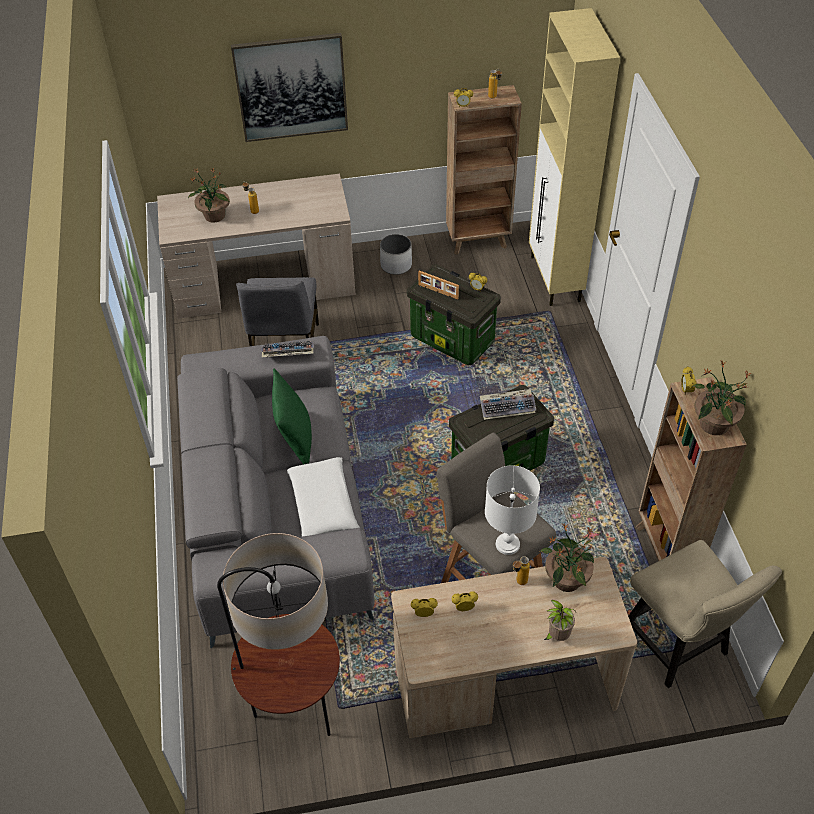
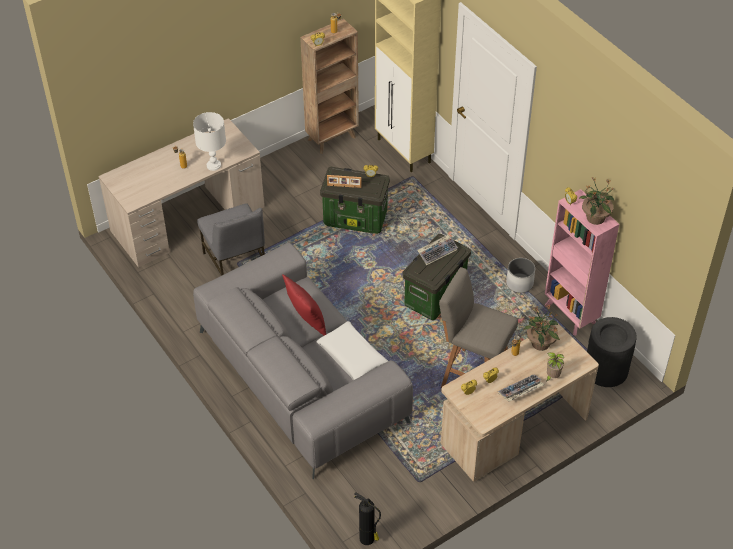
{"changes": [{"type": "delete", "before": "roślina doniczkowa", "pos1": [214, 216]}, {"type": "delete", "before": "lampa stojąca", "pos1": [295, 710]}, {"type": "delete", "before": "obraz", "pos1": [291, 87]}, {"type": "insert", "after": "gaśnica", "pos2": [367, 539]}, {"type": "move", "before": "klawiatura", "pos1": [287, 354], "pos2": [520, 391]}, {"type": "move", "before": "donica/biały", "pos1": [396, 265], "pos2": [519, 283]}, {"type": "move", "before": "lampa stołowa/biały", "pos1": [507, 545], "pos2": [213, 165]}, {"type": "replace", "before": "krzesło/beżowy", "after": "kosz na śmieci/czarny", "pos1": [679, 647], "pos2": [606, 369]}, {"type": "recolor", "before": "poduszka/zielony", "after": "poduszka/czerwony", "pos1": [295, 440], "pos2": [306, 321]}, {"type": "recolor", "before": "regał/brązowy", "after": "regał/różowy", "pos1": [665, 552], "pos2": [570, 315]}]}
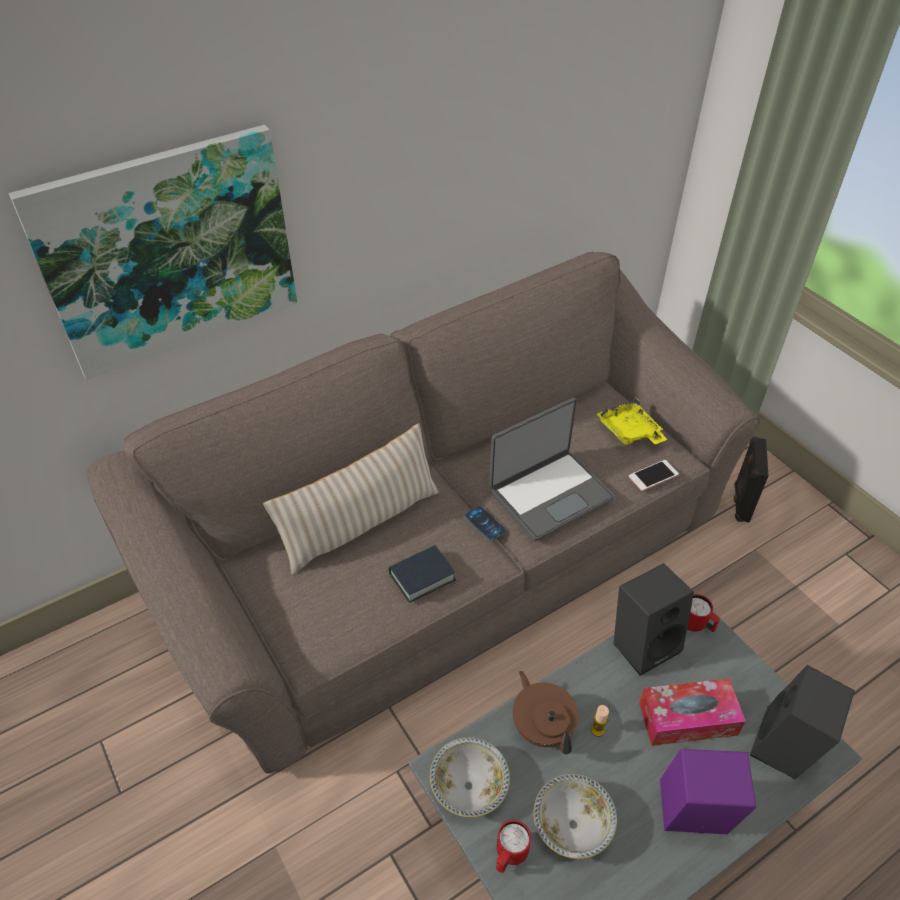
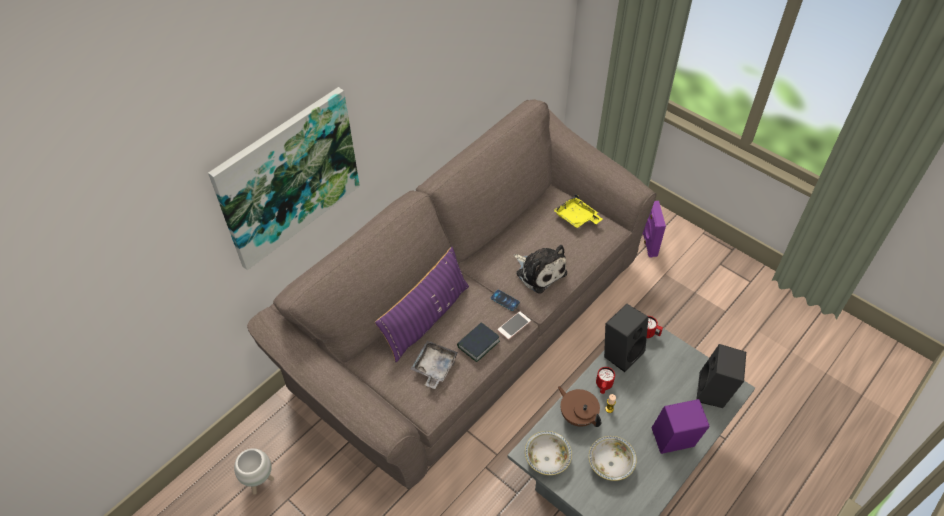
{"changes": [{"type": "delete", "before": "pudełko chusteczek", "pos1": [687, 718]}, {"type": "insert", "after": "donica/biały", "pos2": [260, 481]}, {"type": "insert", "after": "taca/szary", "pos2": [434, 367]}, {"type": "move", "before": "kubek/czerwony", "pos1": [509, 855], "pos2": [603, 386]}, {"type": "move", "before": "telefon", "pos1": [653, 476], "pos2": [514, 325]}, {"type": "replace", "before": "laptop", "after": "pluszak", "pos1": [549, 494], "pos2": [539, 271]}, {"type": "recolor", "before": "poduszka/beżowy", "after": "poduszka/fioletowy", "pos1": [360, 523], "pos2": [426, 319]}, {"type": "recolor", "before": "głośnik/czarny", "after": "głośnik/fioletowy", "pos1": [740, 503], "pos2": [648, 244]}]}
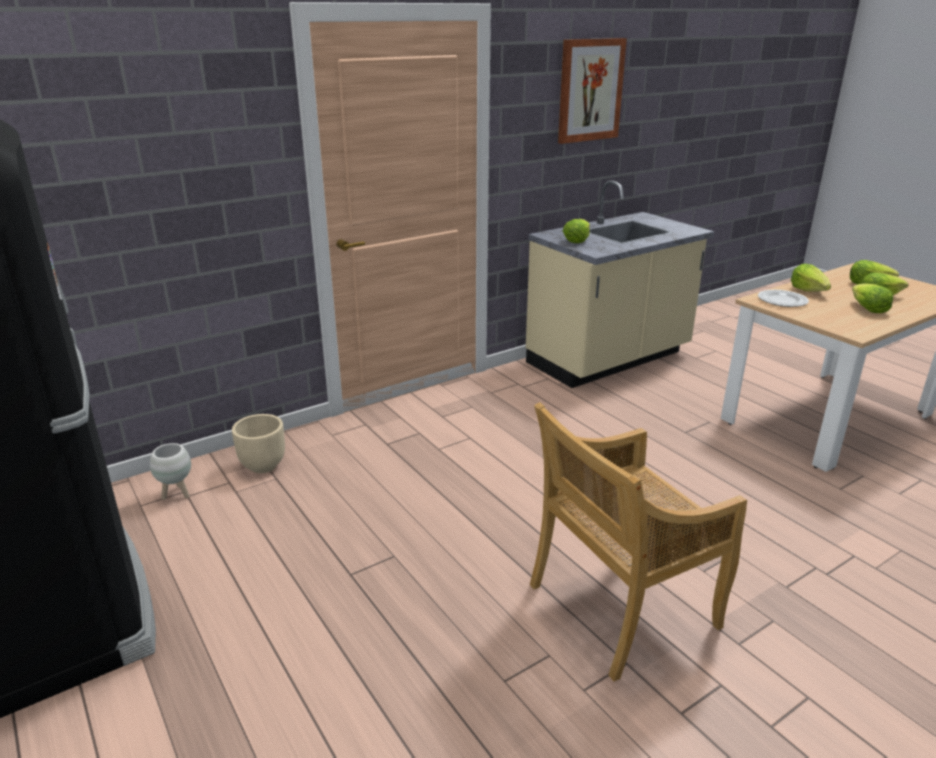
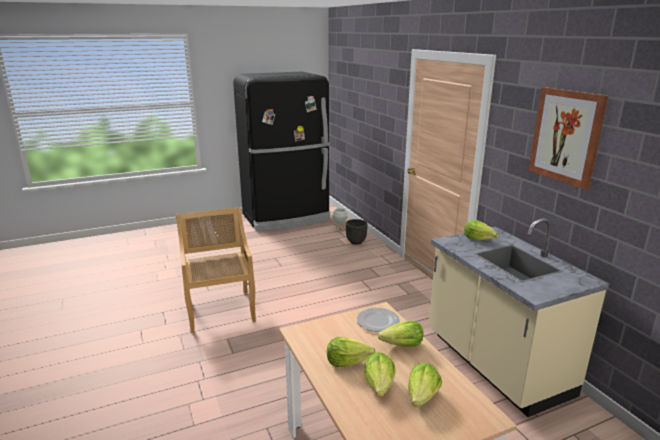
{"changes": [{"type": "recolor", "before": "donica/beżowy", "after": "donica/czarny", "pos1": [262, 466], "pos2": [356, 242]}]}
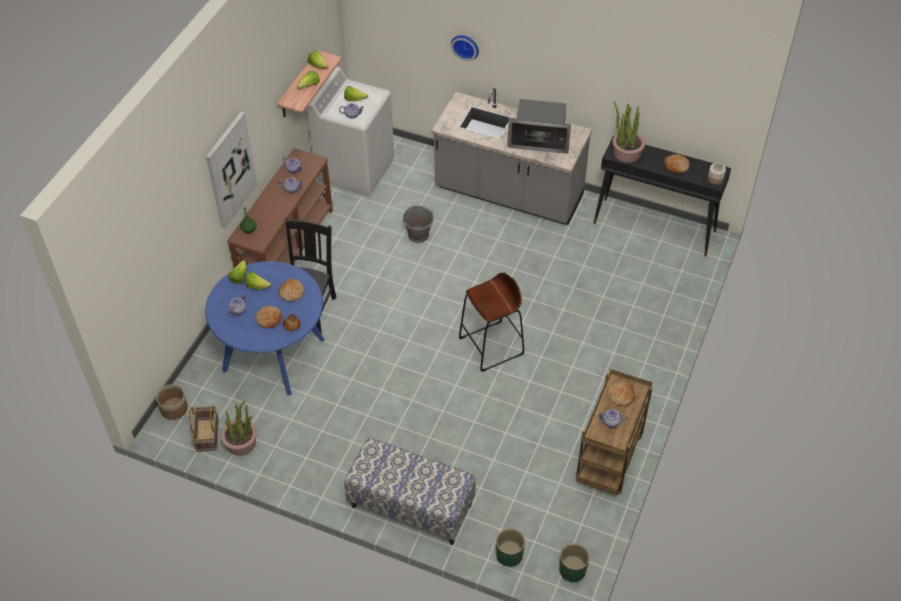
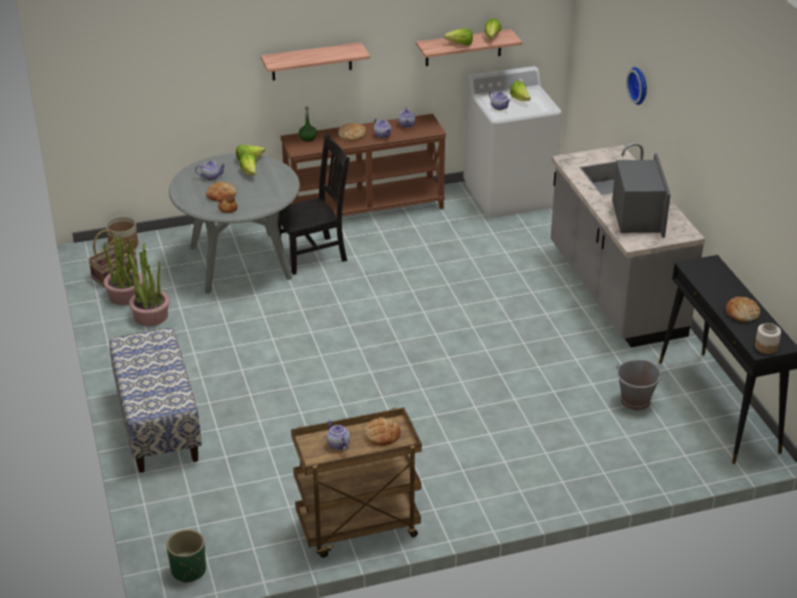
{"changes": [{"type": "delete", "before": "stołek/brązowy", "pos1": [491, 346]}, {"type": "delete", "before": "donica/zielony", "pos1": [509, 555]}, {"type": "move", "before": "chleb", "pos1": [291, 292], "pos2": [352, 134]}, {"type": "move", "before": "wiadro/szary", "pos1": [418, 235], "pos2": [635, 401]}, {"type": "move", "before": "roślina doniczkowa", "pos1": [626, 153], "pos2": [151, 316]}, {"type": "replace", "before": "obraz", "after": "półka", "pos1": [230, 170], "pos2": [311, 61]}, {"type": "recolor", "before": "stół jadalny/niebieski", "after": "stół jadalny/szary", "pos1": [273, 354], "pos2": [240, 262]}, {"type": "rotate", "before": "mikrofalówka", "pos1": [539, 139], "pos2": [637, 216], "turn": -150}]}
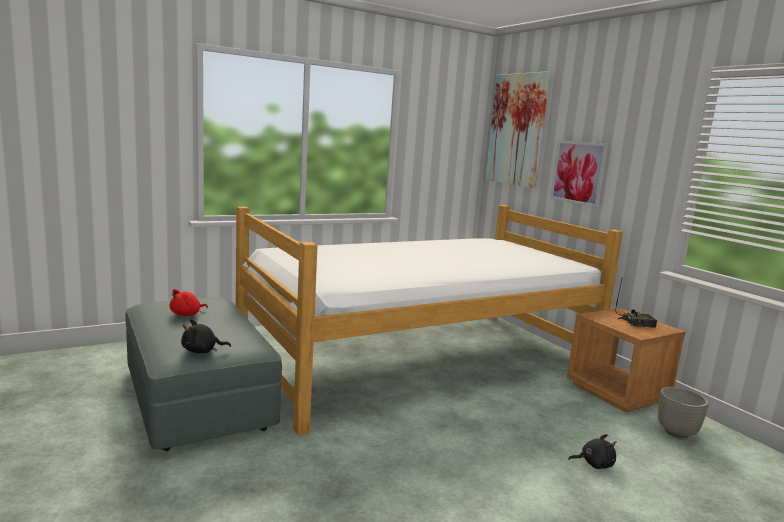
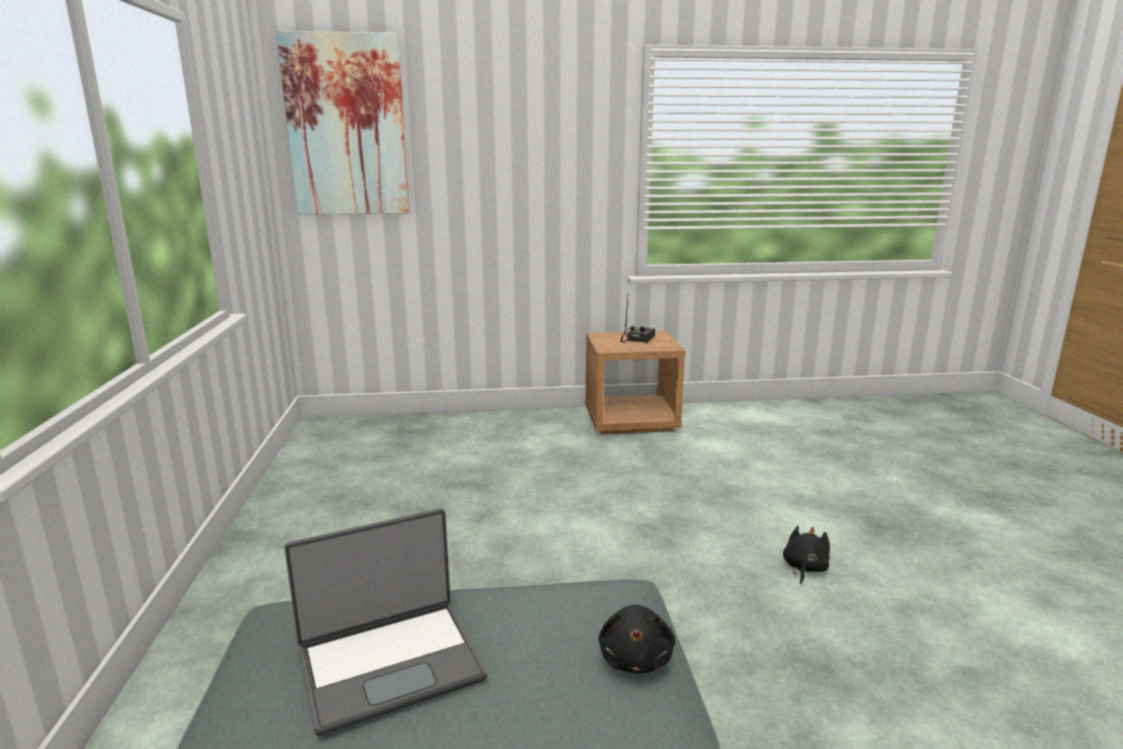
{"changes": [{"type": "delete", "before": "łóżko", "pos1": [422, 360]}, {"type": "delete", "before": "obraz", "pos1": [578, 172]}, {"type": "delete", "before": "donica/szary", "pos1": [676, 433]}, {"type": "move", "before": "pluszak/czarny", "pos1": [594, 464], "pos2": [804, 568]}, {"type": "replace", "before": "pluszak/czerwony", "after": "laptop", "pos1": [187, 314], "pos2": [390, 664]}]}
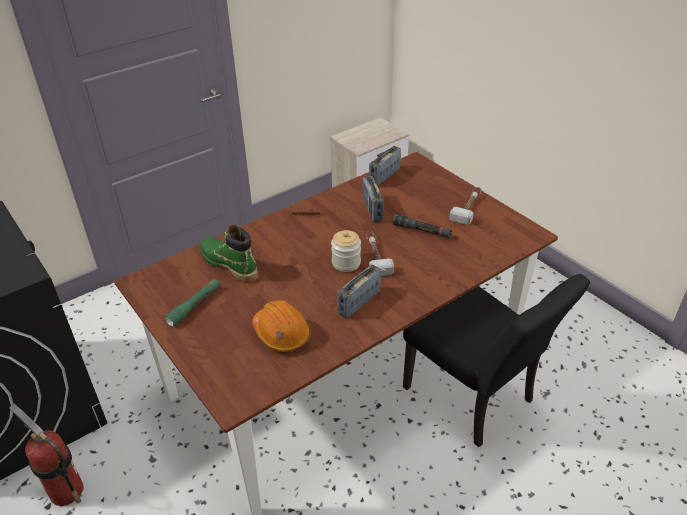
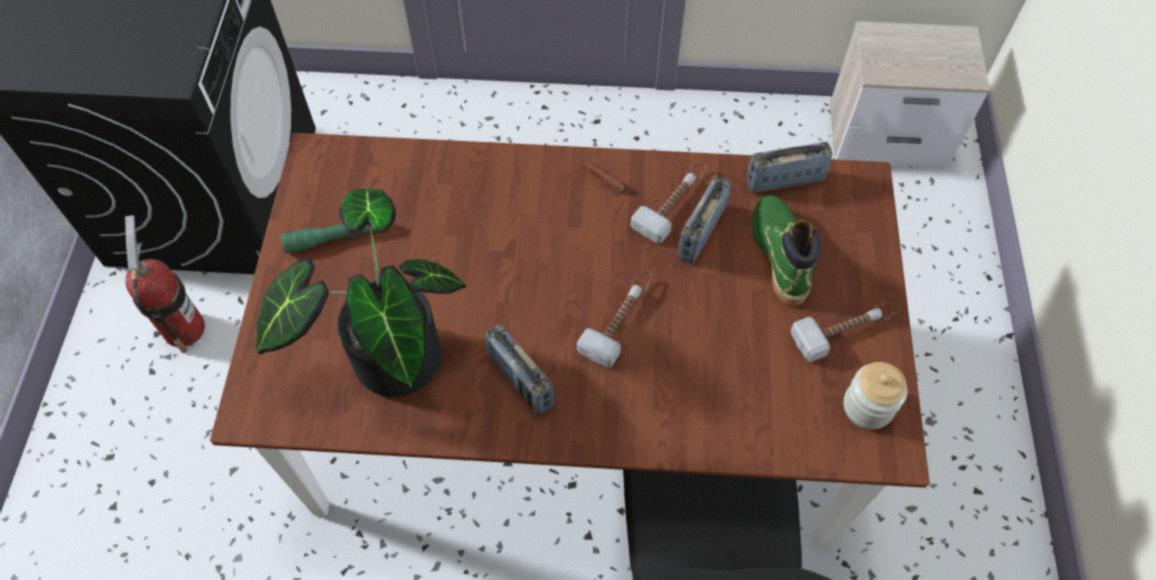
{"changes": [{"type": "delete", "before": "latarka/czarny", "pos1": [421, 231]}, {"type": "insert", "after": "młotek", "pos2": [673, 203]}, {"type": "move", "before": "but z cholewką/zielony", "pos1": [229, 264], "pos2": [780, 254]}, {"type": "move", "before": "słoik", "pos1": [346, 263], "pos2": [868, 406]}, {"type": "replace", "before": "kask/pomarańczowy", "after": "roślina doniczkowa", "pos1": [281, 333], "pos2": [387, 356]}, {"type": "rotate", "before": "radio", "pos1": [359, 303], "pos2": [520, 381], "turn": -120}]}
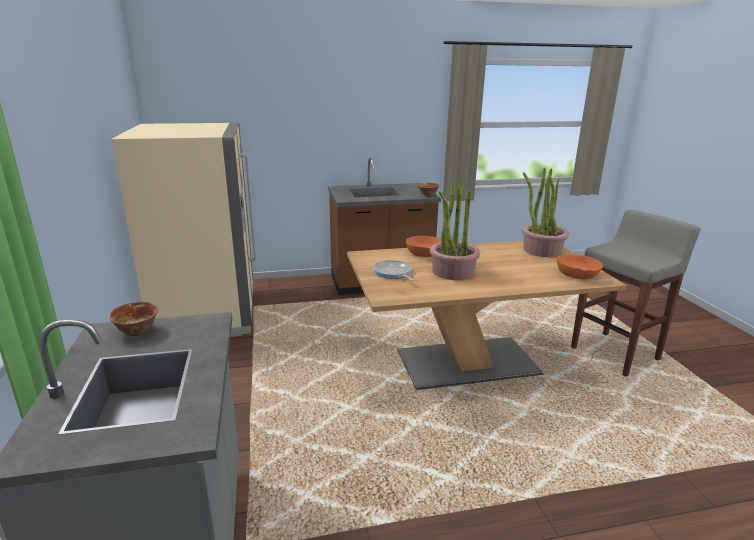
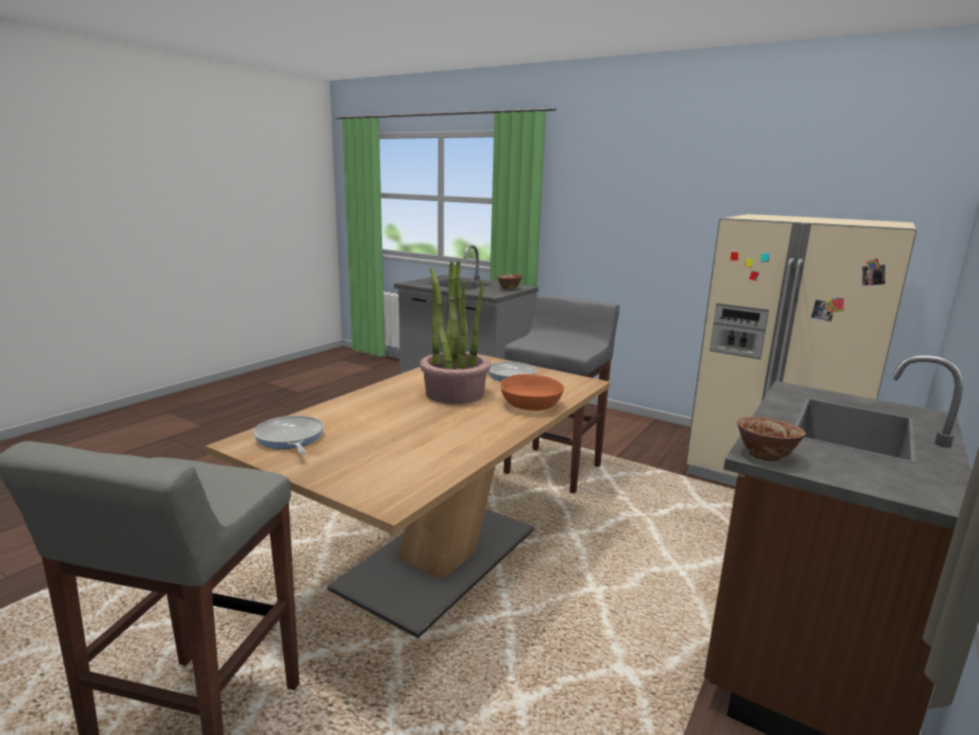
{"changes": [{"type": "delete", "before": "roślina doniczkowa", "pos1": [541, 250]}, {"type": "insert", "after": "stołek/szary", "pos2": [554, 469]}, {"type": "replace", "before": "miska/pomarańczowy", "after": "patelnia", "pos1": [577, 275], "pos2": [290, 438]}]}
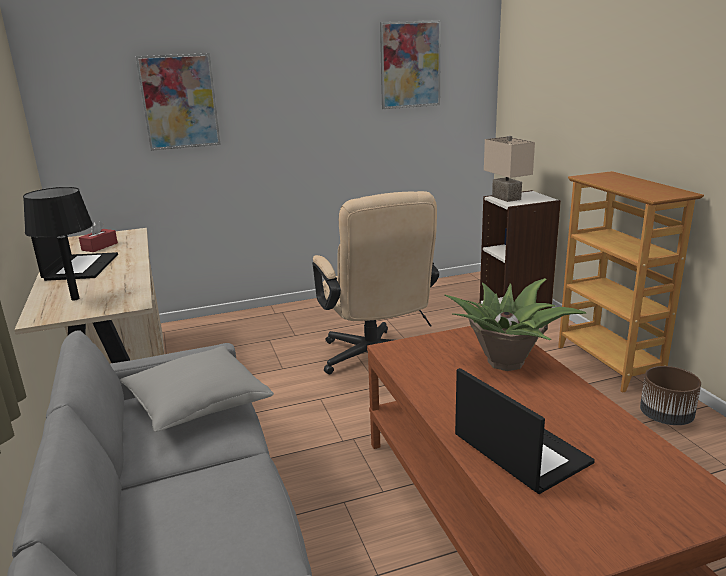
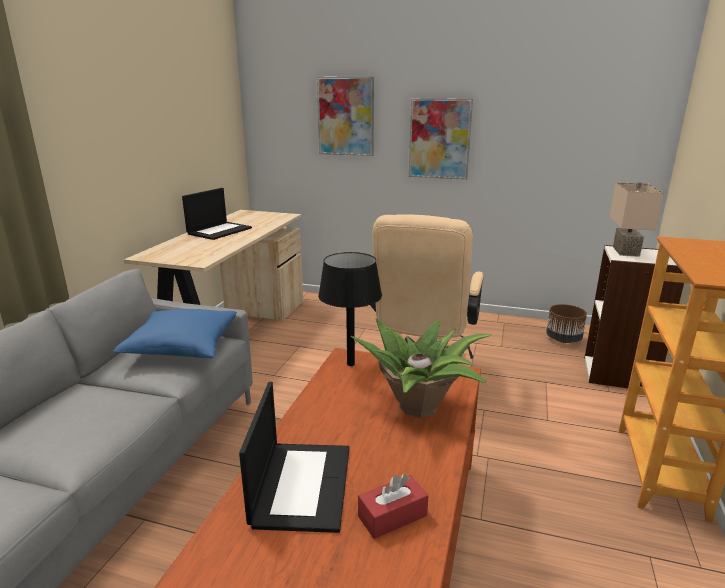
{"changes": [{"type": "move", "before": "lampa stołowa/czarny", "pos1": [75, 299], "pos2": [350, 364]}, {"type": "move", "before": "pudełko chusteczek/czerwony", "pos1": [99, 246], "pos2": [392, 516]}, {"type": "move", "before": "obraz", "pos1": [410, 65], "pos2": [439, 139]}, {"type": "move", "before": "donica/brązowy", "pos1": [666, 417], "pos2": [563, 339]}, {"type": "recolor", "before": "poduszka/szary", "after": "poduszka/niebieski", "pos1": [197, 404], "pos2": [182, 347]}]}
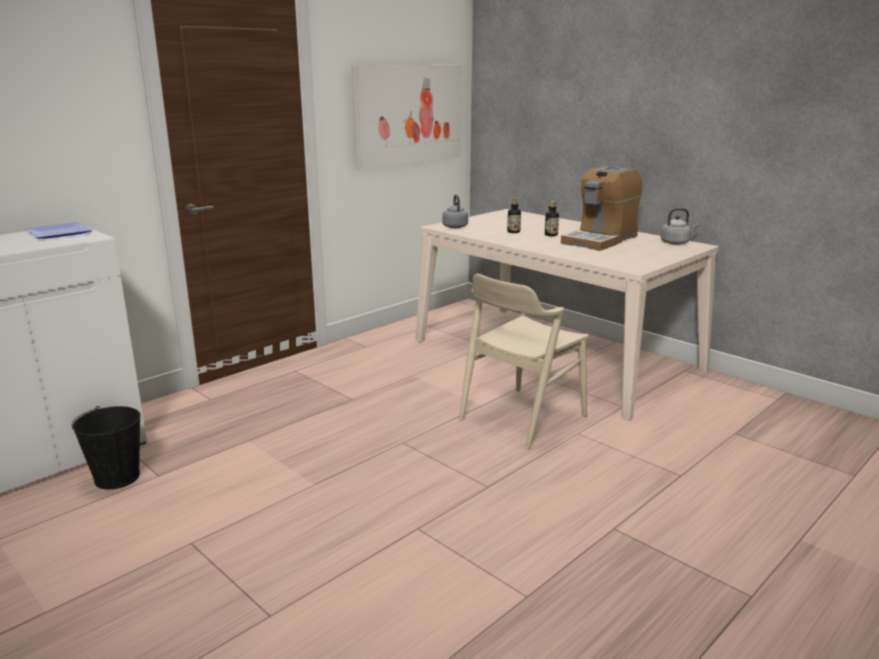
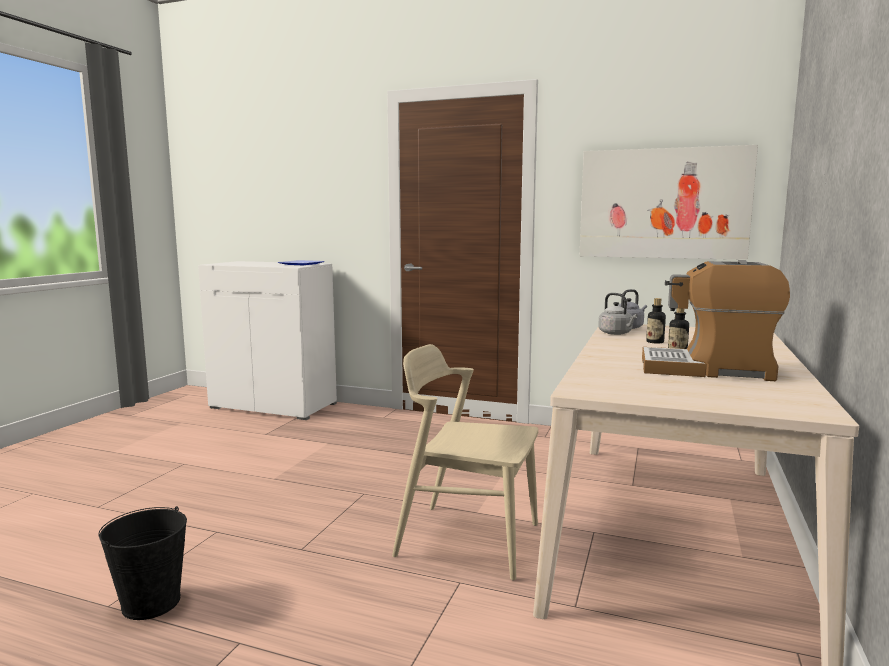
{"changes": [{"type": "move", "before": "wiadro/czarny", "pos1": [117, 477], "pos2": [151, 603]}, {"type": "move", "before": "czajnik/szary", "pos1": [676, 243], "pos2": [616, 333]}]}
